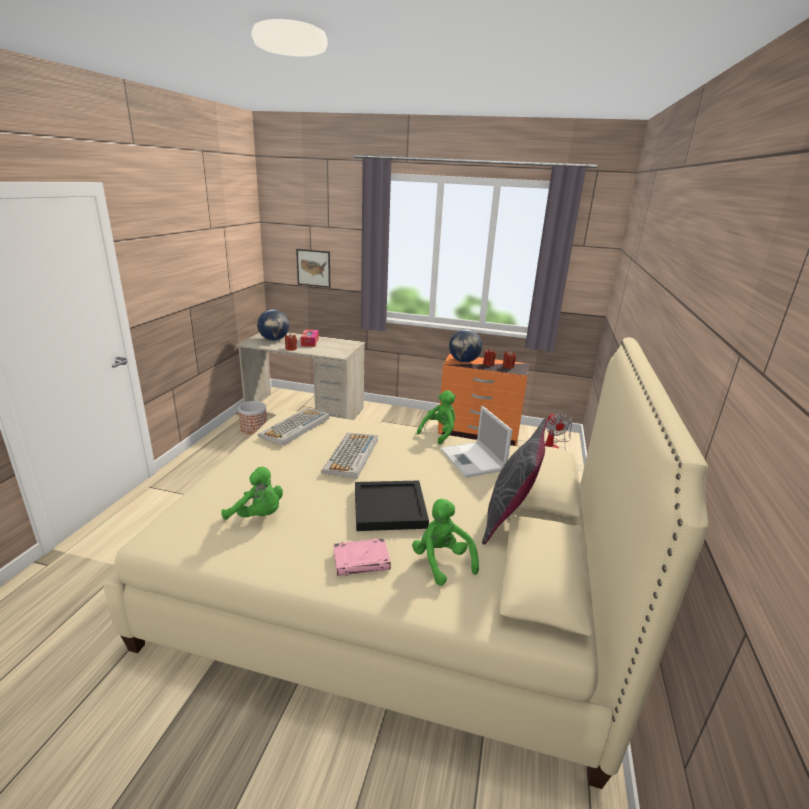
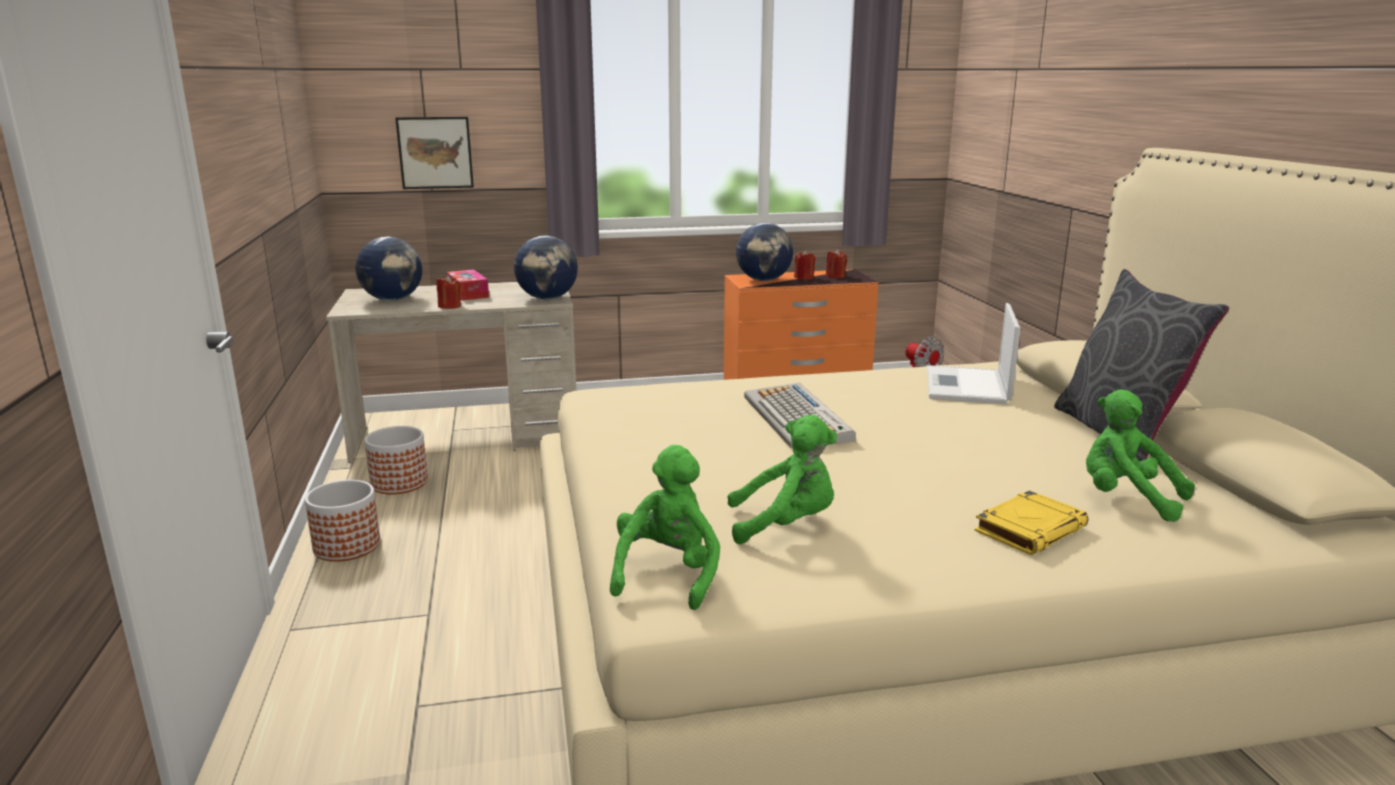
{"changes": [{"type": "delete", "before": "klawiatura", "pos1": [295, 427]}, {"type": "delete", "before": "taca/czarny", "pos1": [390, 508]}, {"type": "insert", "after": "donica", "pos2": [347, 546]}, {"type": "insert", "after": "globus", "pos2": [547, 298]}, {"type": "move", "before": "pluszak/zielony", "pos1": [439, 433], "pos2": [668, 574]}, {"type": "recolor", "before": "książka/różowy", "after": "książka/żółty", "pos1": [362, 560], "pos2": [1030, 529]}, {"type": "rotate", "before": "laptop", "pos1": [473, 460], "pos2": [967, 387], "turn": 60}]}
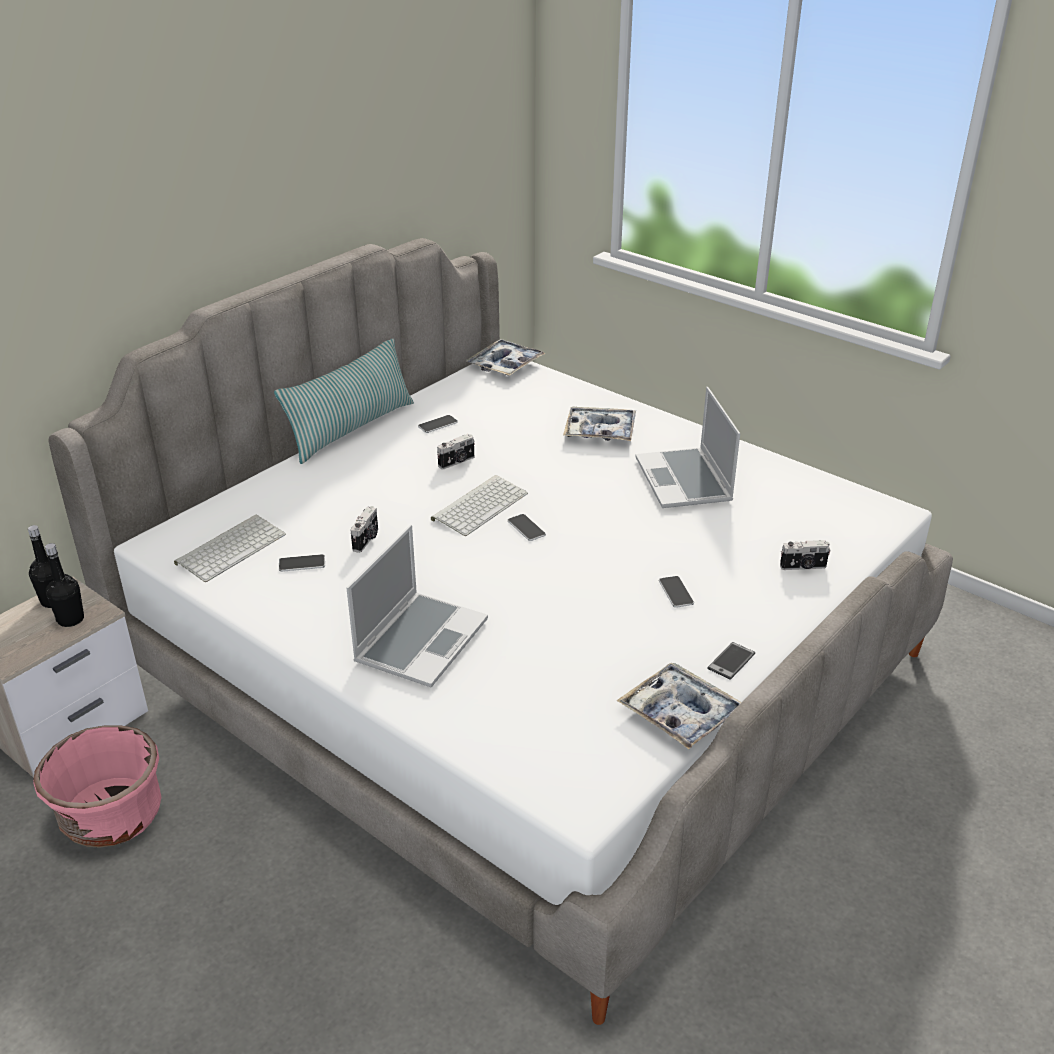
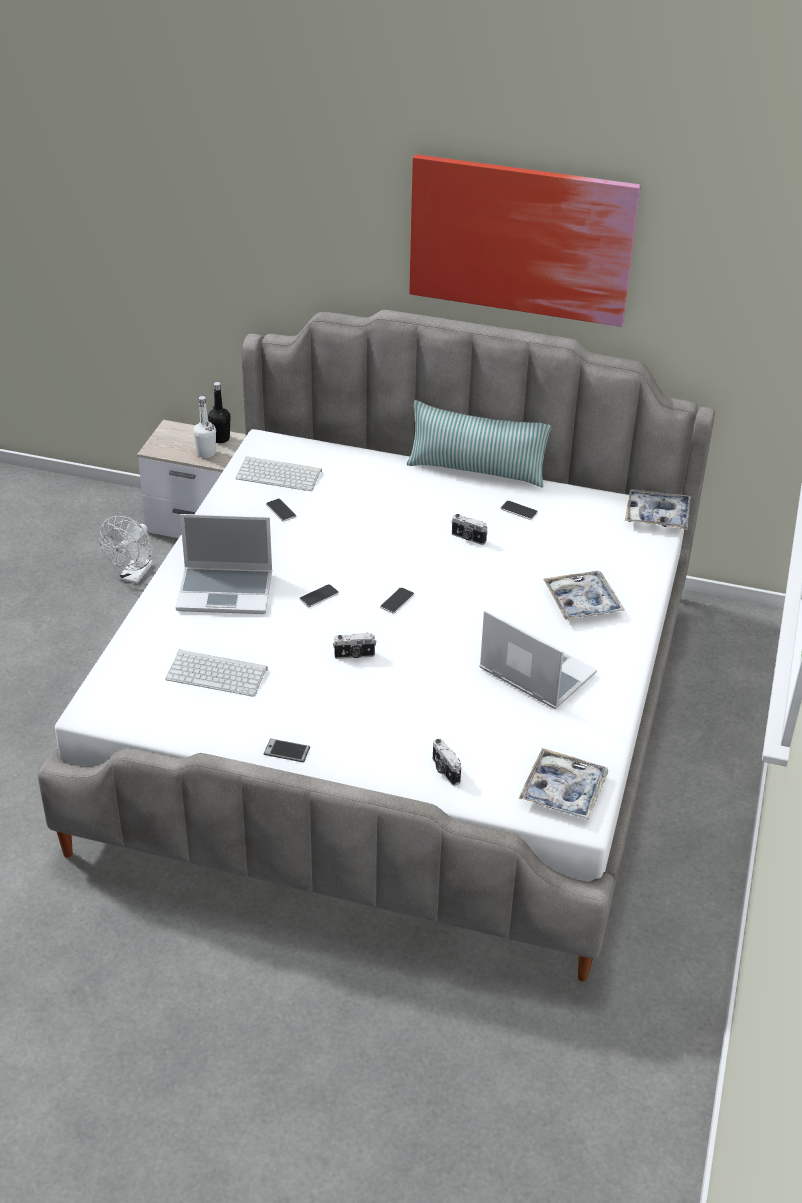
{"changes": [{"type": "insert", "after": "obraz", "pos2": [521, 239]}, {"type": "move", "before": "aparat fotograficzny", "pos1": [367, 540], "pos2": [354, 655]}, {"type": "move", "before": "klawiatura", "pos1": [479, 505], "pos2": [218, 673]}, {"type": "move", "before": "taca", "pos1": [680, 713], "pos2": [563, 791]}, {"type": "move", "before": "telefon", "pos1": [676, 592], "pos2": [319, 596]}, {"type": "replace", "before": "donica/różowy", "after": "wentylator/biały", "pos1": [112, 817], "pos2": [134, 576]}, {"type": "recolor", "before": "butelka/czarny", "after": "butelka/biały", "pos1": [71, 619], "pos2": [206, 453]}, {"type": "rotate", "before": "laptop", "pos1": [685, 481], "pos2": [535, 672], "turn": 75}]}
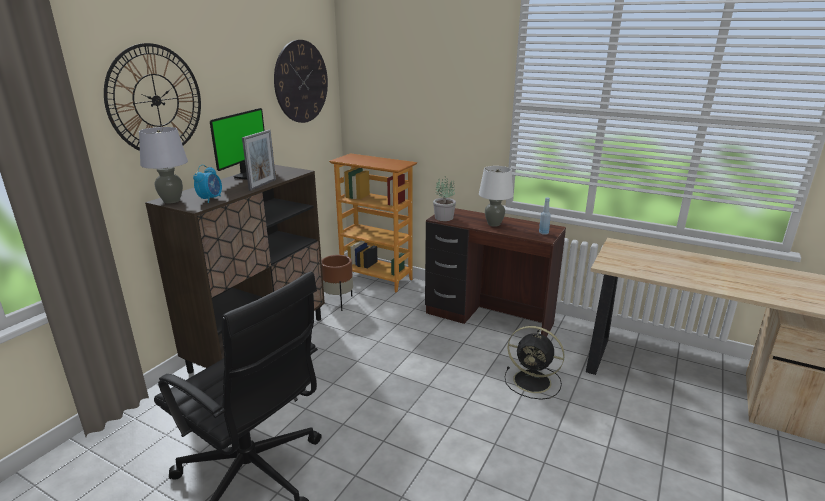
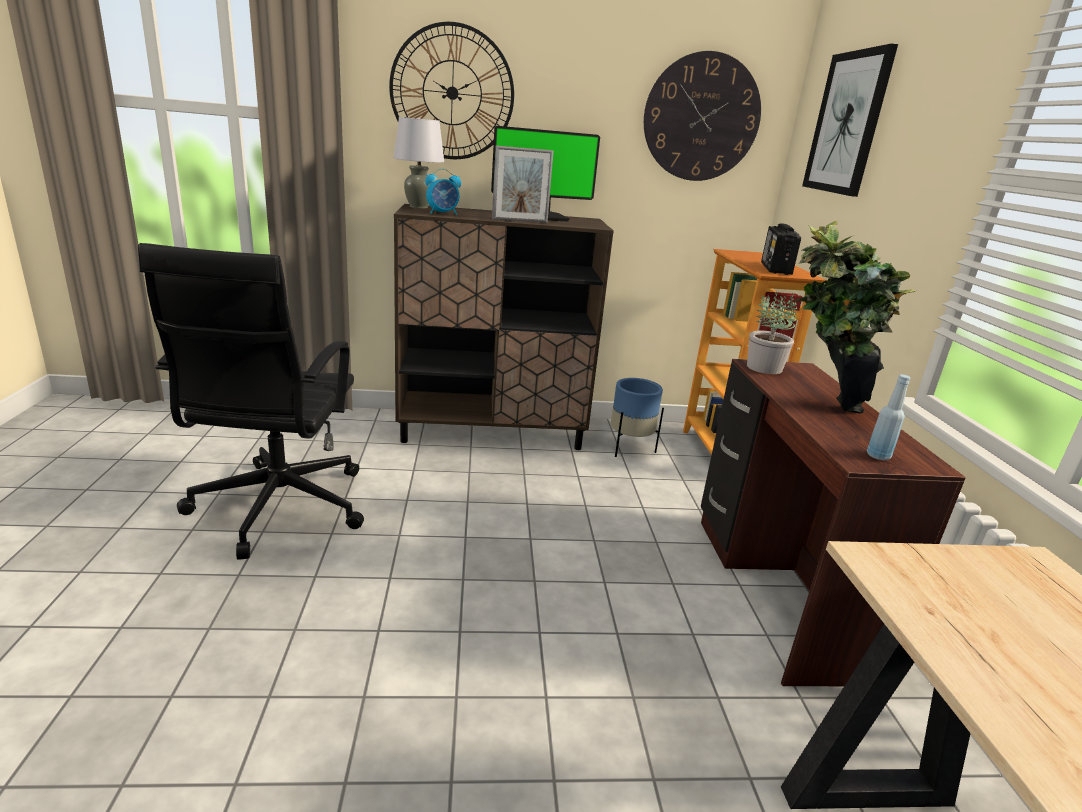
{"changes": [{"type": "delete", "before": "wentylator/czarny", "pos1": [534, 381]}, {"type": "insert", "after": "radio", "pos2": [775, 269]}, {"type": "insert", "after": "obraz", "pos2": [847, 123]}, {"type": "replace", "before": "lampa stołowa/biały", "after": "roślina doniczkowa", "pos1": [494, 224], "pos2": [820, 406]}, {"type": "recolor", "before": "donica/brązowy", "after": "donica/niebieski", "pos1": [338, 302], "pos2": [629, 448]}]}
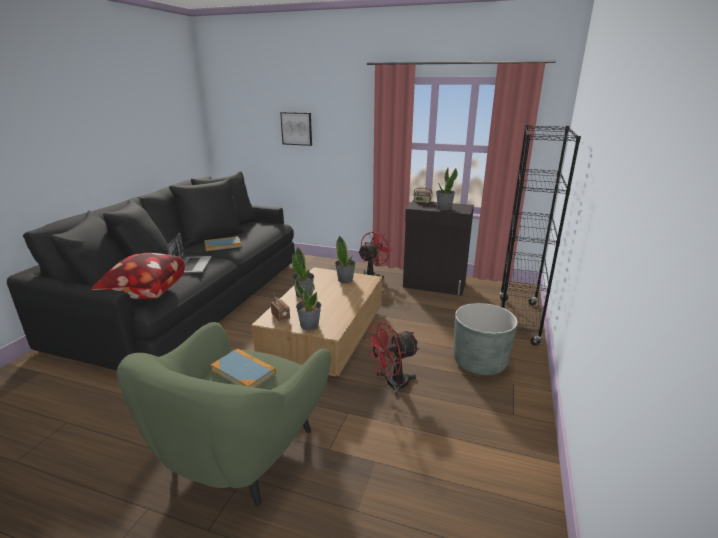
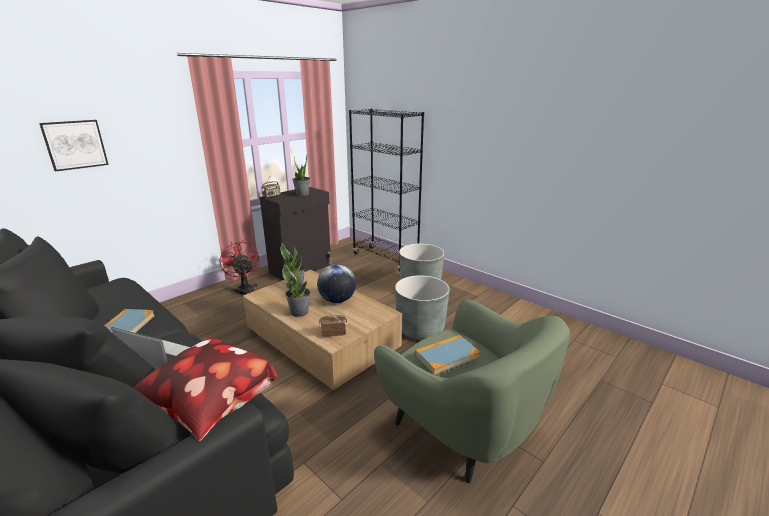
{"changes": [{"type": "delete", "before": "roślina doniczkowa", "pos1": [309, 325]}, {"type": "insert", "after": "globus", "pos2": [337, 300]}, {"type": "replace", "before": "wentylator/czerwony", "after": "donica/szary", "pos1": [391, 384], "pos2": [420, 328]}]}
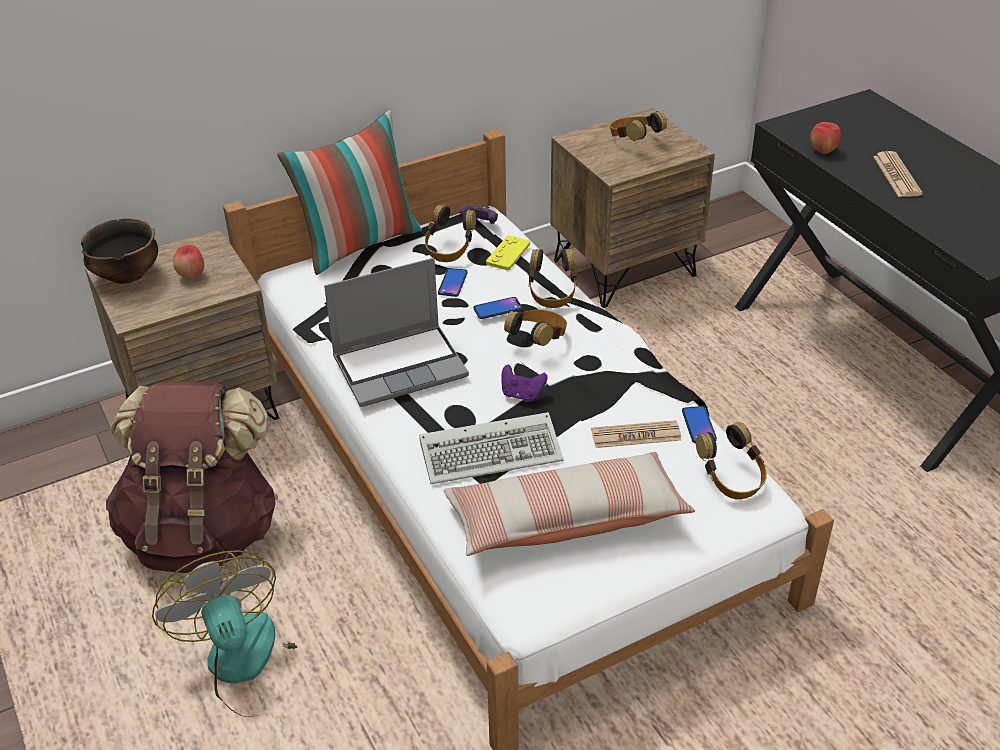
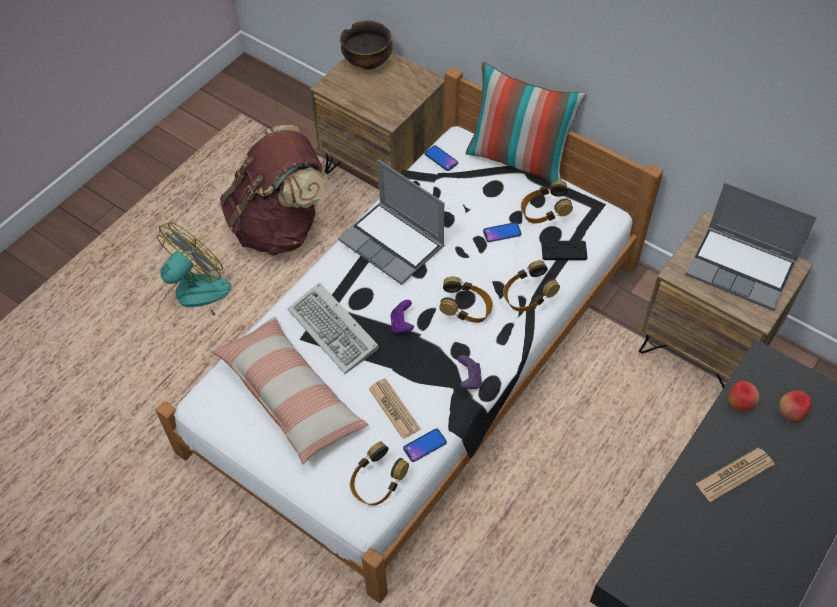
{"changes": [{"type": "move", "before": "jabłko", "pos1": [191, 275], "pos2": [790, 414]}, {"type": "move", "before": "pad do gier/fioletowy", "pos1": [481, 224], "pos2": [469, 379]}, {"type": "move", "before": "telefon", "pos1": [497, 309], "pos2": [441, 158]}, {"type": "replace", "before": "słuchawki", "after": "laptop", "pos1": [634, 141], "pos2": [741, 268]}, {"type": "recolor", "before": "pad do gier/żółty", "after": "pad do gier/czarny", "pos1": [508, 254], "pos2": [564, 251]}]}
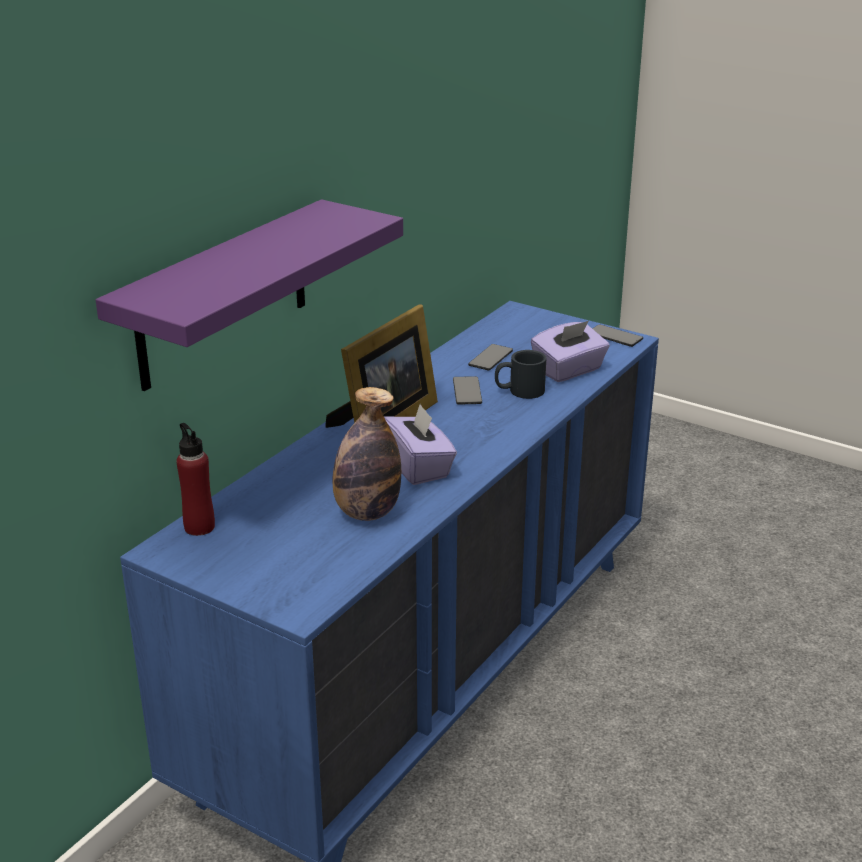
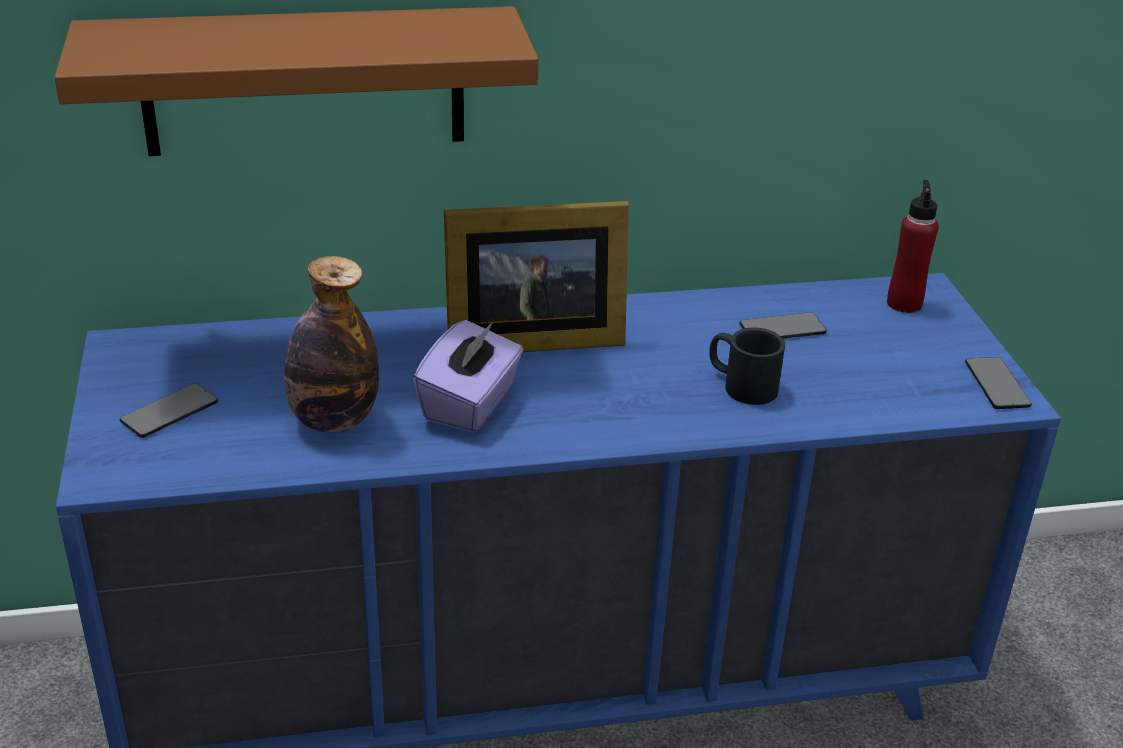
{"changes": [{"type": "delete", "before": "pudełko chusteczek/fioletowy", "pos1": [569, 370]}, {"type": "move", "before": "butelka/czerwony", "pos1": [199, 527], "pos2": [904, 303]}, {"type": "move", "before": "telefon", "pos1": [467, 392], "pos2": [169, 412]}, {"type": "recolor", "before": "półka/fioletowy", "after": "półka/brązowy", "pos1": [223, 295], "pos2": [304, 81]}]}
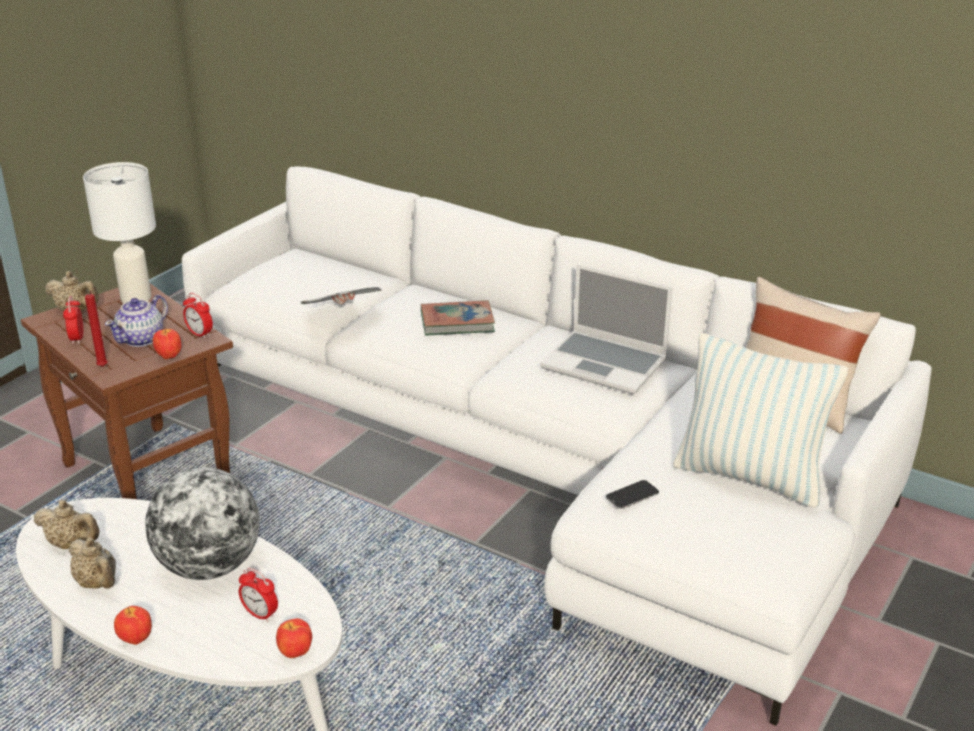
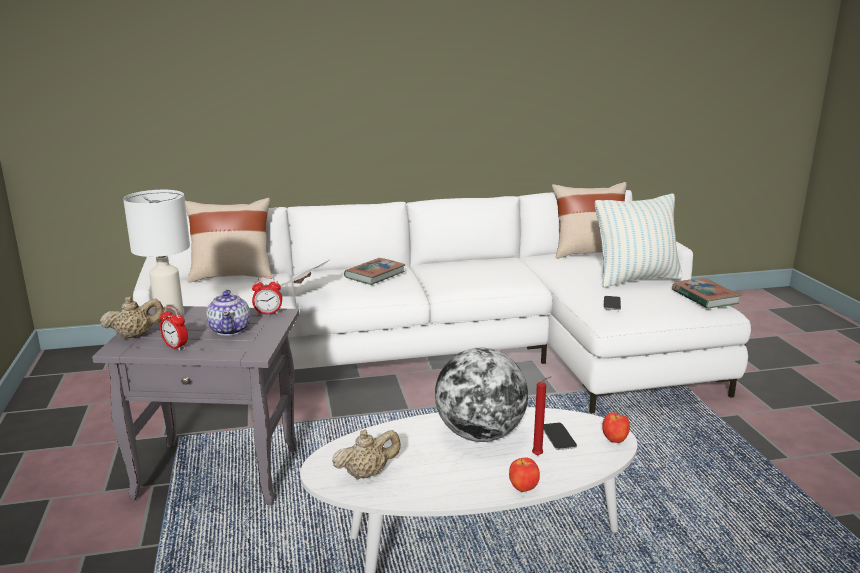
{"changes": [{"type": "delete", "before": "imbryk/beżowy", "pos1": [98, 583]}, {"type": "delete", "before": "jabłko", "pos1": [168, 357]}, {"type": "delete", "before": "laptop", "pos1": [606, 364]}, {"type": "insert", "after": "poduszka/beżowy", "pos2": [232, 275]}, {"type": "insert", "after": "książka", "pos2": [704, 297]}, {"type": "move", "before": "świeca/czerwony", "pos1": [103, 367], "pos2": [539, 455]}, {"type": "replace", "before": "budzik", "after": "telefon", "pos1": [260, 614], "pos2": [558, 437]}, {"type": "recolor", "before": "stolik/brązowy", "after": "stolik/szary", "pos1": [151, 478], "pos2": [221, 471]}]}
